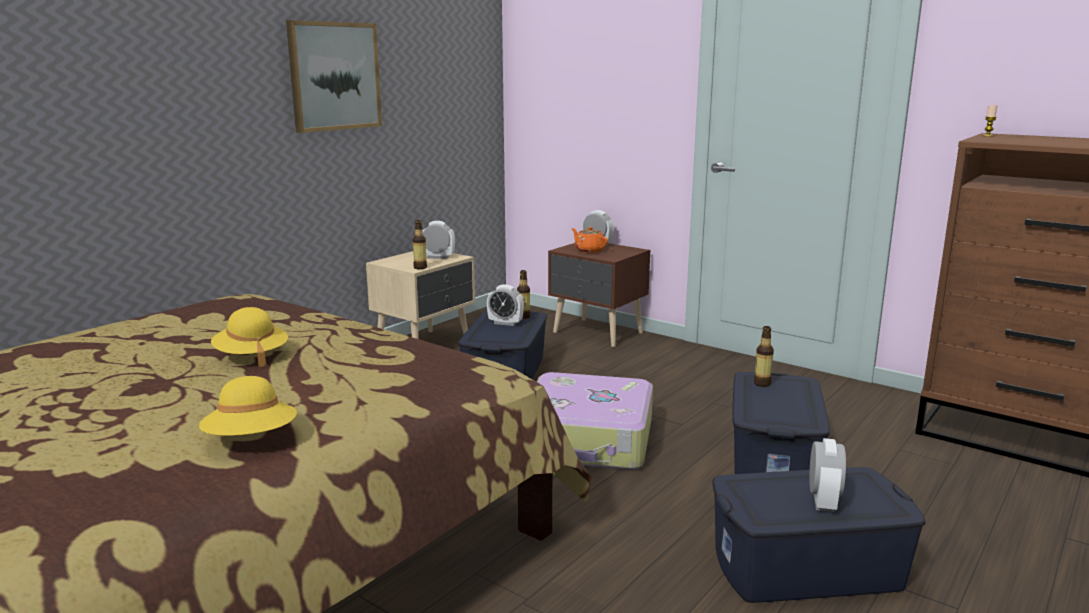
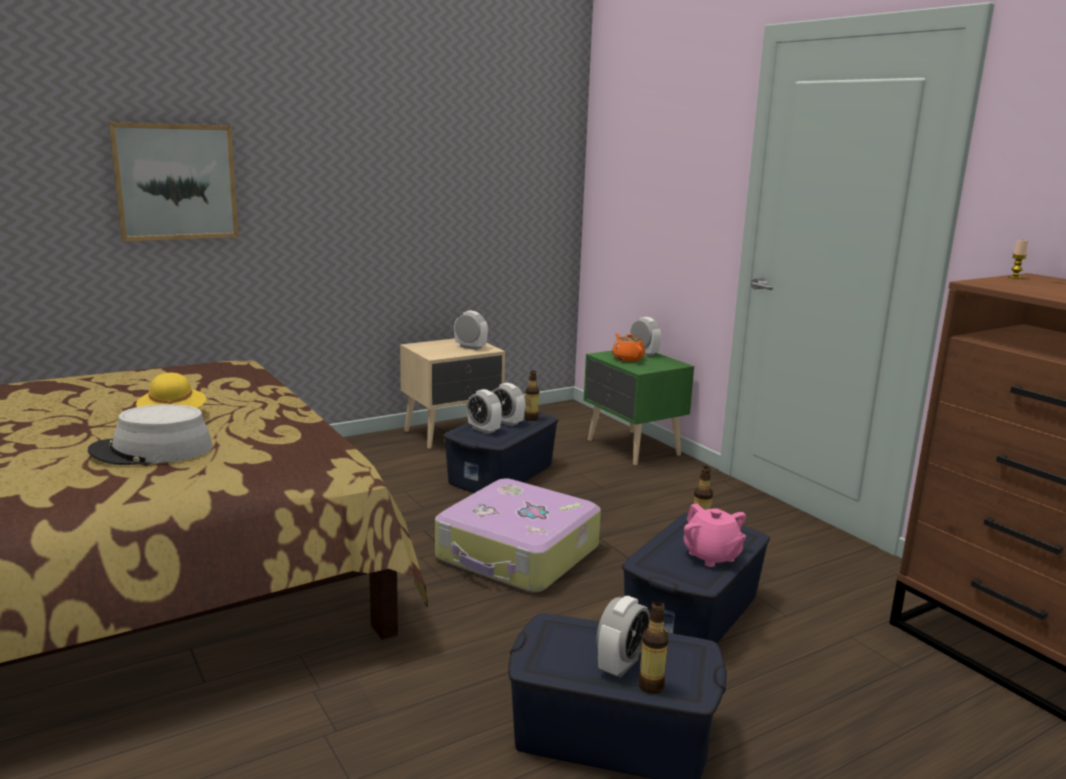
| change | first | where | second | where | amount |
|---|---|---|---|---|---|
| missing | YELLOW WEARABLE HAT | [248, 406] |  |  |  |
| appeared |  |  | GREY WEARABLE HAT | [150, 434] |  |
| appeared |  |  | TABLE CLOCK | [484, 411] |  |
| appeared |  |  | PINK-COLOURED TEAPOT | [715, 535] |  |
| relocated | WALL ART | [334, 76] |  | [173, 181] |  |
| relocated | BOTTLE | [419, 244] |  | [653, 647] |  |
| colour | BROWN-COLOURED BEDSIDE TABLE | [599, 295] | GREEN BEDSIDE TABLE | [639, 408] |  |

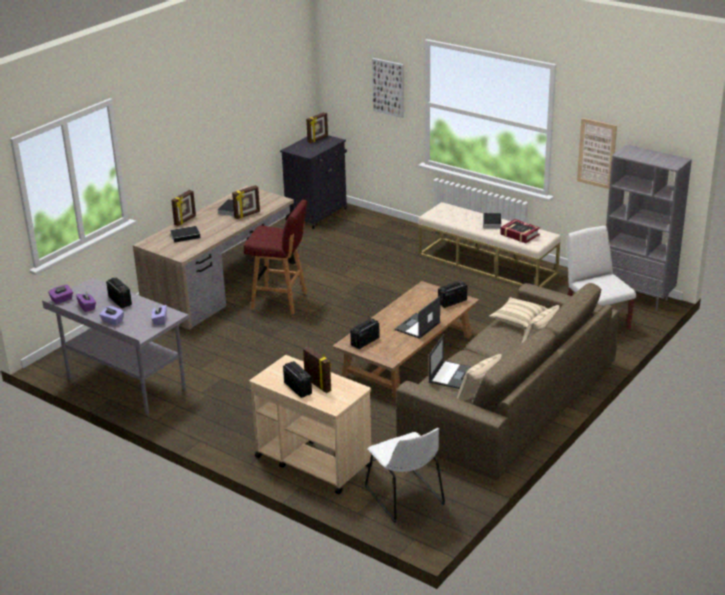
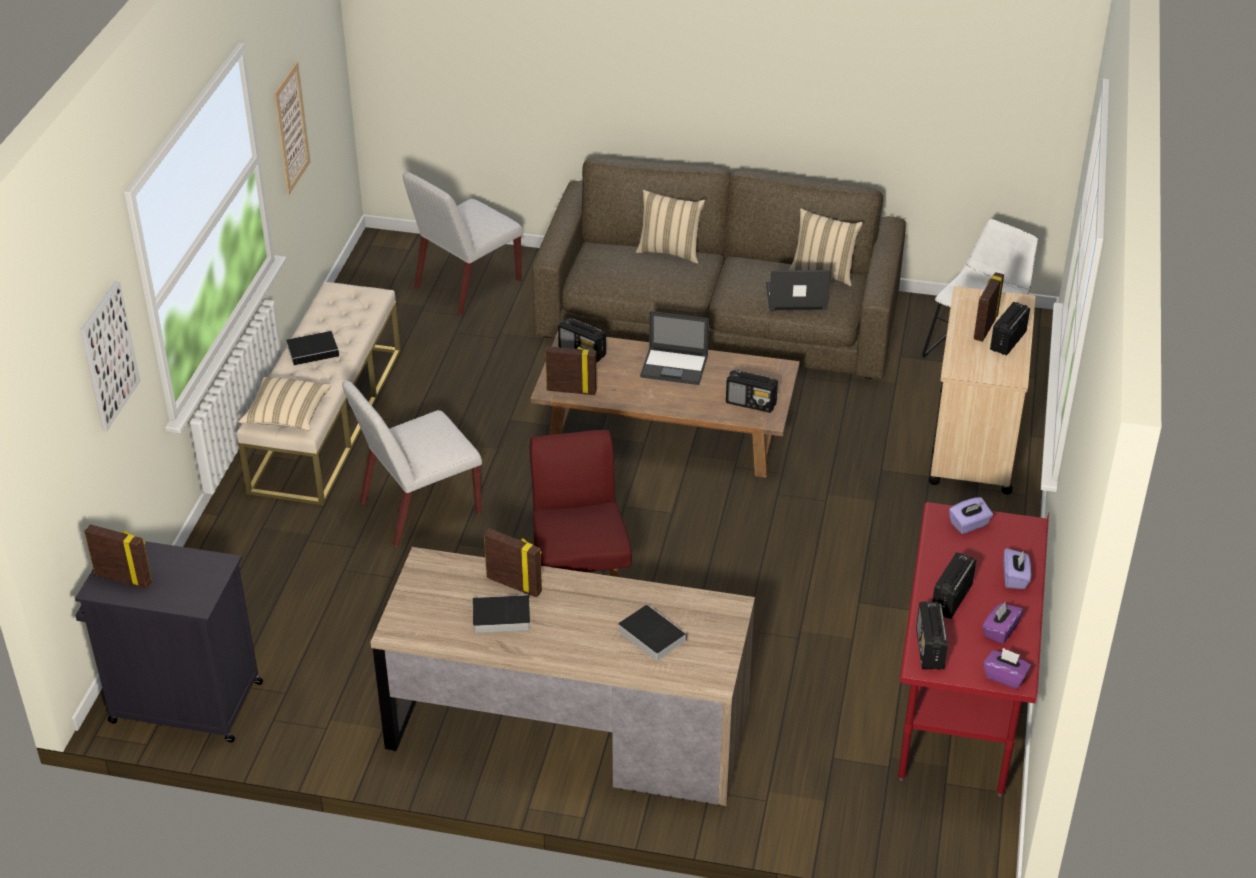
| change | first | where | second | where | amount |
|---|---|---|---|---|---|
| missing | BOUND BOOK | [520, 231] |  |  |  |
| missing | GREY BOOKSHELF | [649, 227] |  |  |  |
| appeared |  |  | WHITE PLAIN CHAIR | [412, 463] |  |
| appeared |  |  | RADIO | [932, 635] |  |
| relocated | PICTURE FRAME | [183, 208] |  | [571, 370] |  |
| relocated | BEIGE-COLOURED THROW PILLOW | [518, 313] |  | [285, 404] |  |
| colour | GREY DESK UNIT | [116, 347] | REDDISH DESK UNIT | [973, 649] |  |

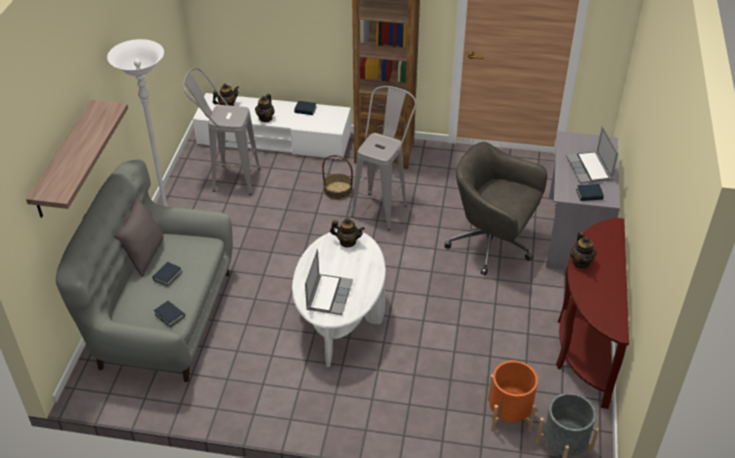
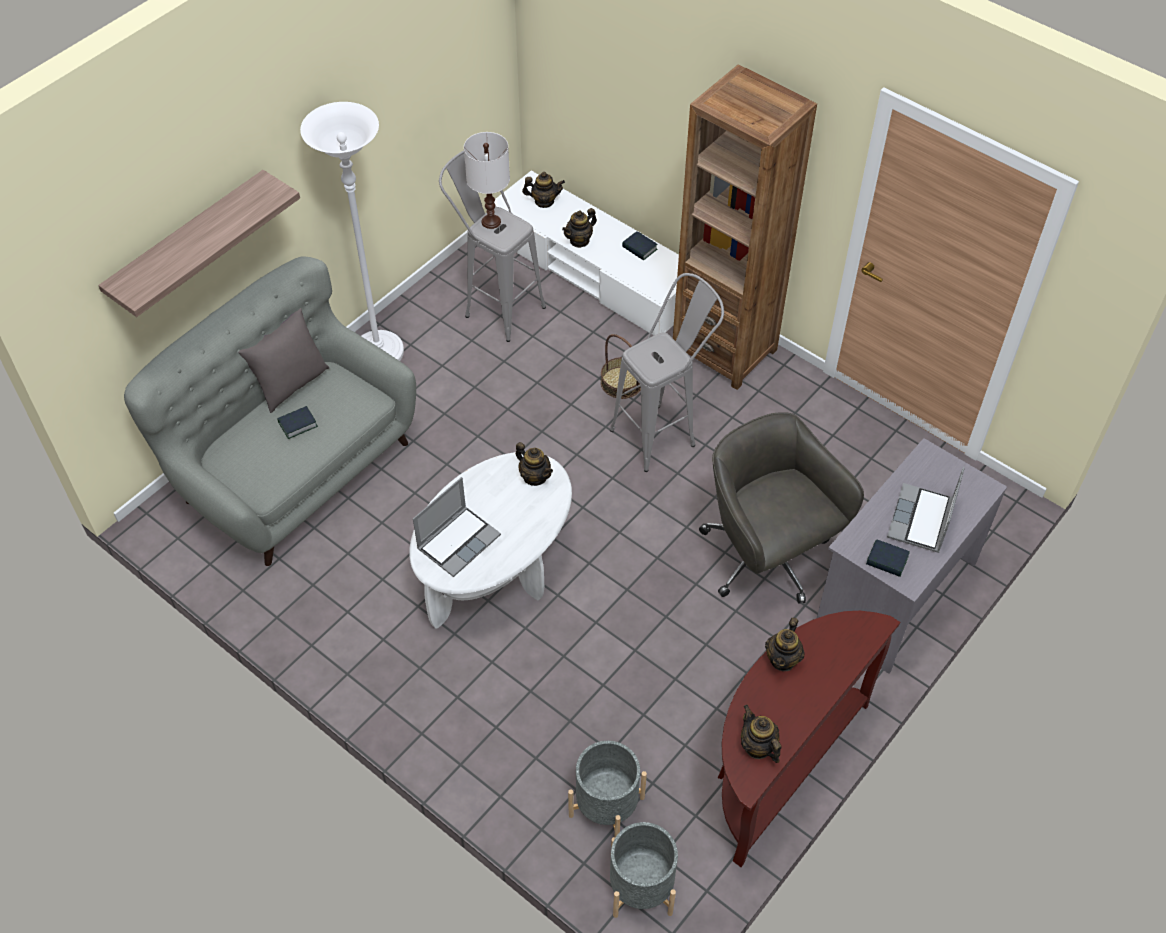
| change | first | where | second | where | amount |
|---|---|---|---|---|---|
| missing | BOUND BOOK | [169, 314] |  |  |  |
| appeared |  |  | WHITE LAMP FOR A TABLE | [487, 180] |  |
| appeared |  |  | TEAPOT | [761, 734] |  |
| colour | ORANGE FLOWER POT | [513, 396] | GREY FLOWER POT | [607, 789] |  |

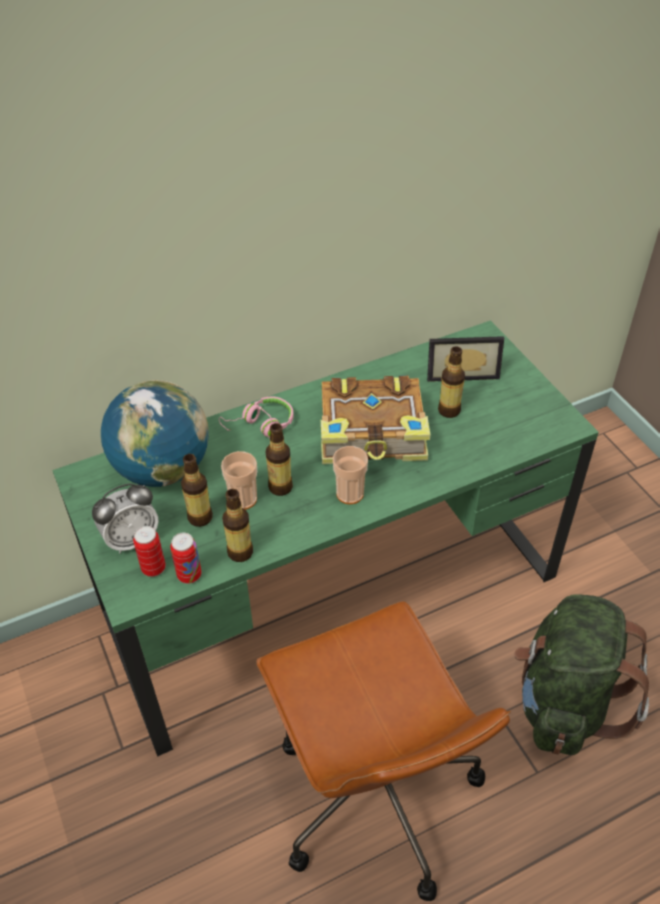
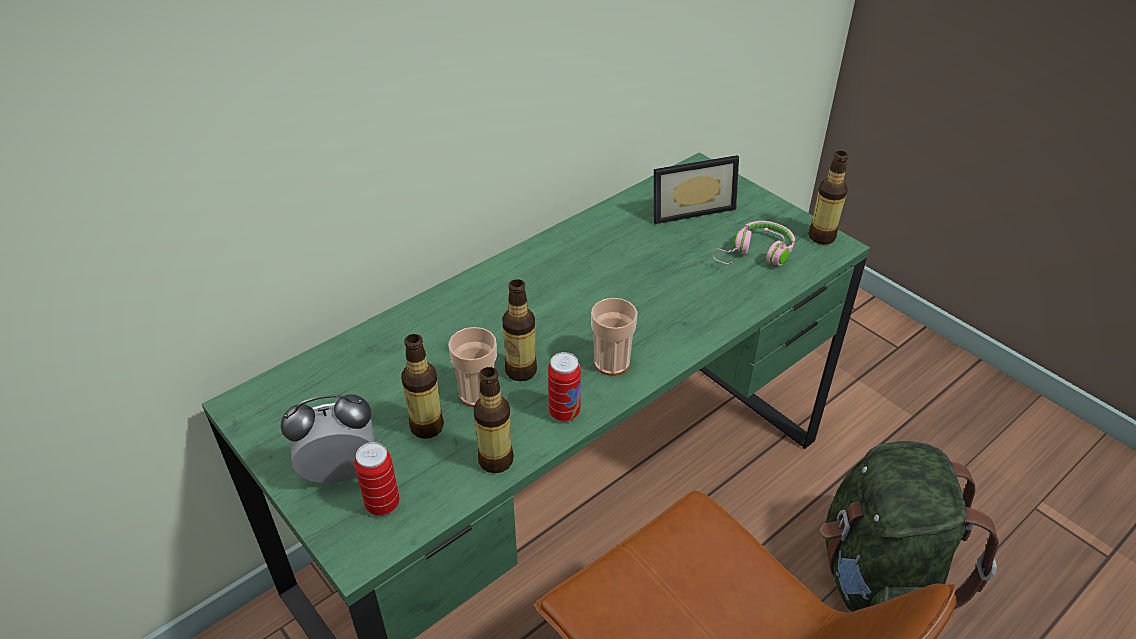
| change | first | where | second | where | amount |
|---|---|---|---|---|---|
| missing | GLOBE | [155, 433] |  |  |  |
| missing | BOUND BOOK | [375, 419] |  |  |  |
| relocated | SEALED CAN | [185, 558] |  | [564, 387] |  |
| relocated | PINK-COLOURED PAIR OF HEADPHONES | [256, 417] |  | [753, 243] |  |
| relocated | BOTTLE | [451, 382] |  | [828, 197] |  |
| spun | TABLE CLOCK | [125, 518] |  | [328, 438] | 150 degrees counterclockwise |

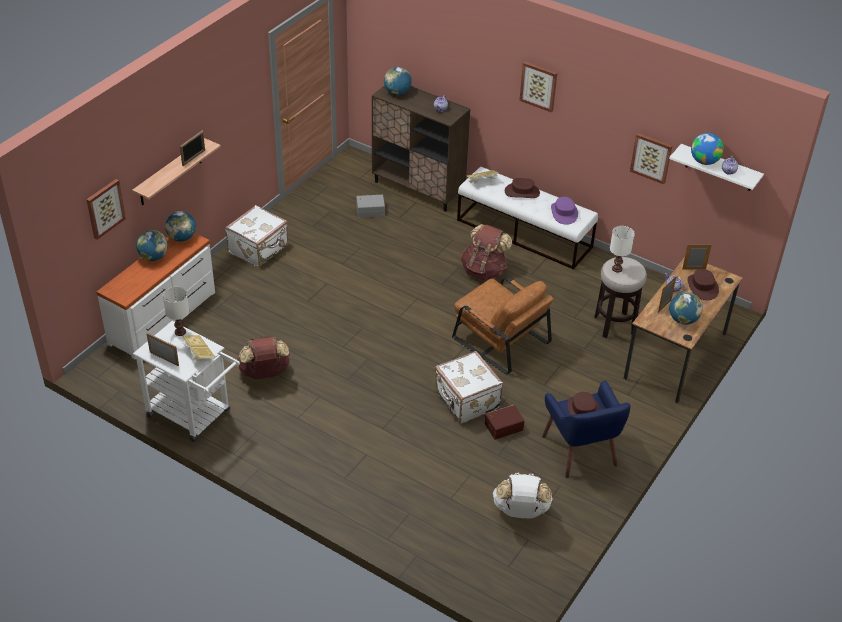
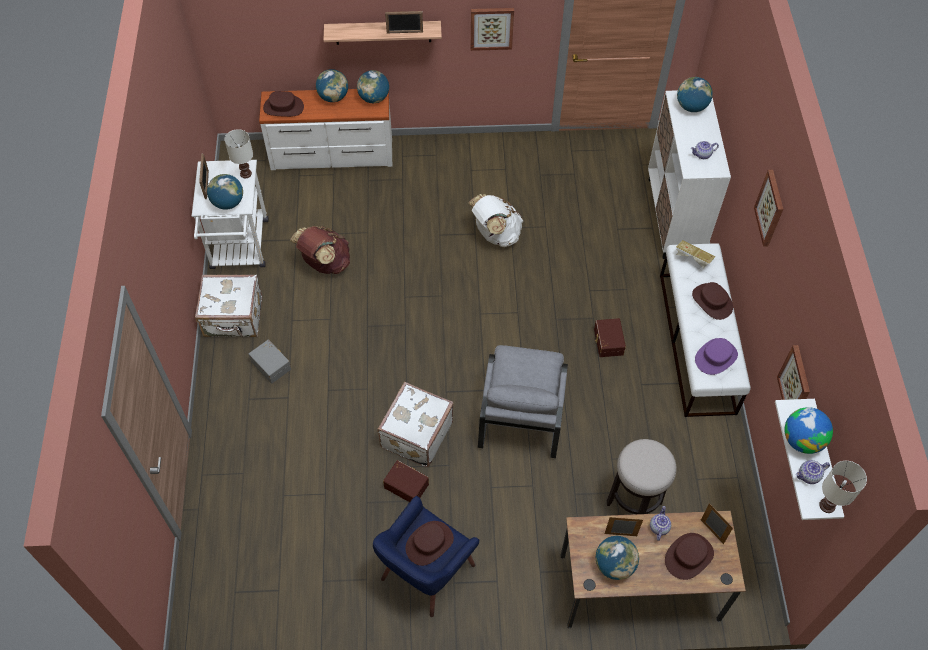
| change | first | where | second | where | amount |
|---|---|---|---|---|---|
| appeared |  |  | BROWN-COLOURED WEARABLE HAT | [283, 104] |  |
| relocated | WALL ART | [106, 209] |  | [492, 29] |  |
| relocated | WHITE TRAVEL CASE | [256, 236] |  | [228, 306] |  |
| relocated | GREY STORAGE BOX | [370, 206] |  | [270, 362] |  |
| relocated | WHITE RUCKSACK | [523, 495] |  | [495, 220] |  |
| relocated | WHITE LAMP FOR A TABLE | [622, 249] |  | [843, 487] |  |
| exchanged | BOUND BOOK | [198, 348] | GLOBE | [225, 192] |  |
| exchanged | BROWN-COLOURED RUCKSACK | [486, 252] | BROWN-COLOURED STORAGE BOX | [610, 337] |  |
| colour | BROWN-COLOURED STORAGE CABINET | [421, 148] | WHITE STORAGE CABINET | [689, 174] |  |
| colour | BROWN-COLOURED EASY CHAIR | [502, 325] | GREY EASY CHAIR | [523, 401] |  |

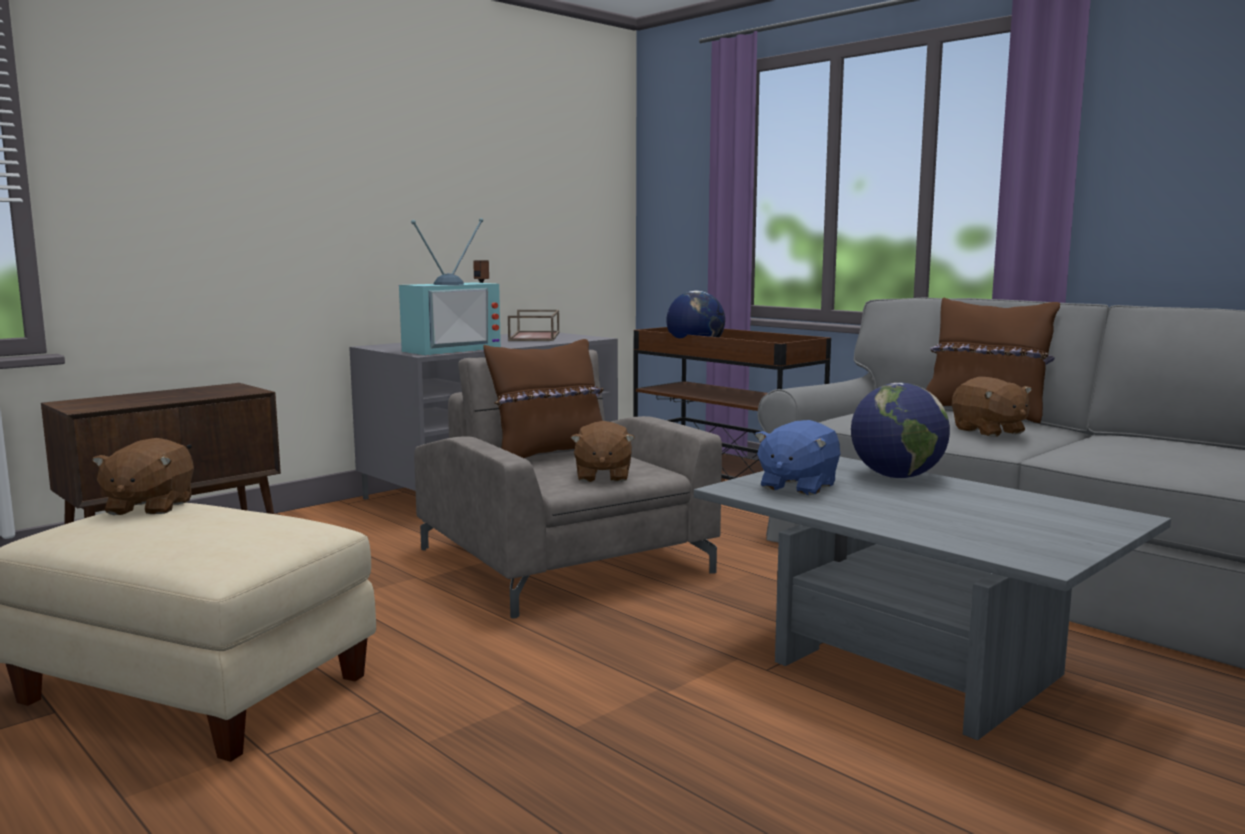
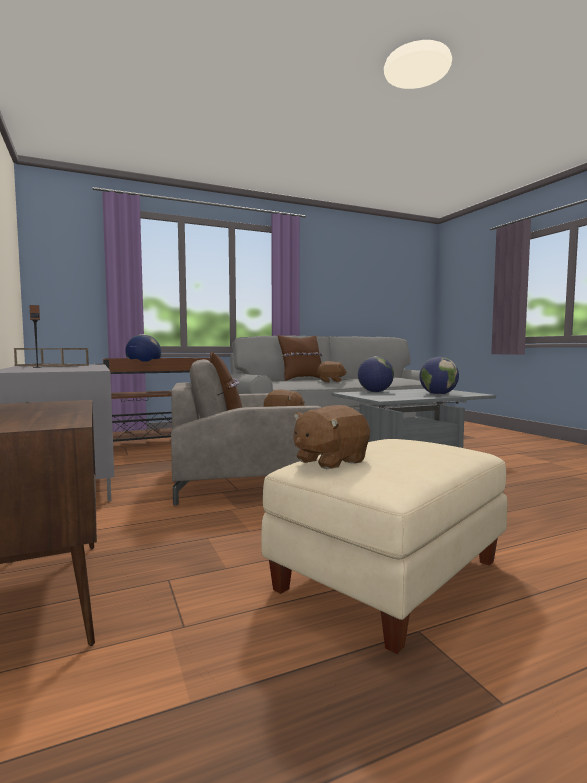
| change | first | where | second | where | amount |
|---|---|---|---|---|---|
| missing | TV | [450, 286] |  |  |  |
| missing | BLUE SOFT TOY | [797, 458] |  |  |  |
| appeared |  |  | GLOBE | [439, 376] |  |
| spun | BROWN-COLOURED SOFT TOY | [143, 476] |  | [331, 437] | 120 degrees clockwise |

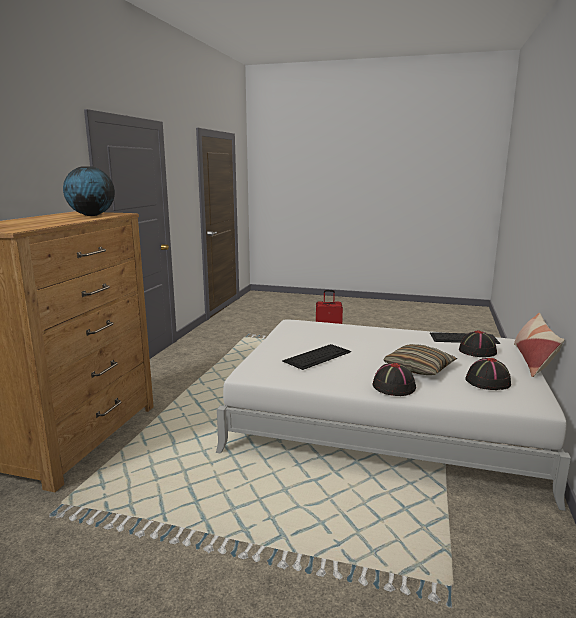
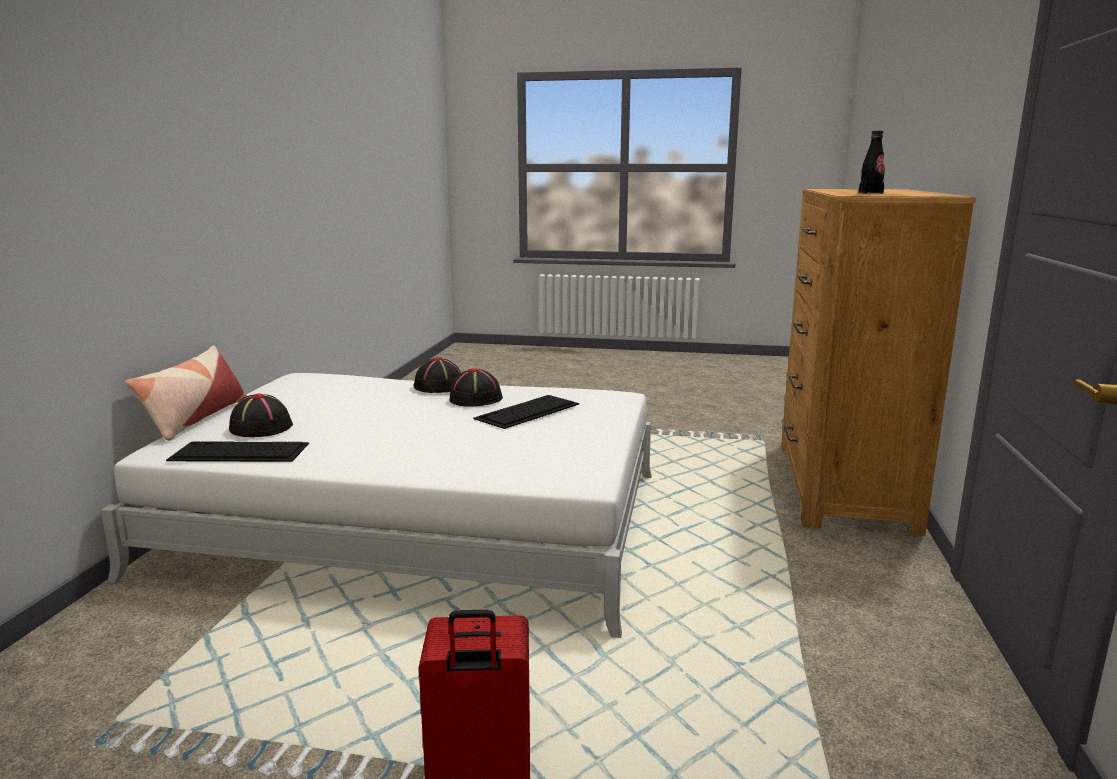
| change | first | where | second | where | amount |
|---|---|---|---|---|---|
| missing | THROW PILLOW | [420, 359] |  |  |  |
| relocated | BLACK-COLOURED WEARABLE HAT | [488, 374] |  | [476, 387] |  |
| exchanged | GLOBE | [89, 191] | BLACK-COLOURED BOTTLE | [872, 162] |  |

